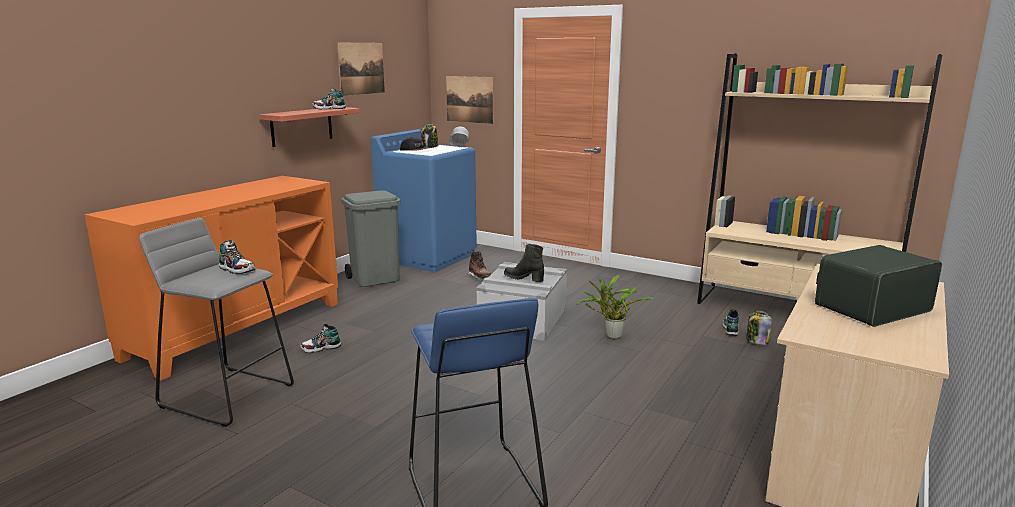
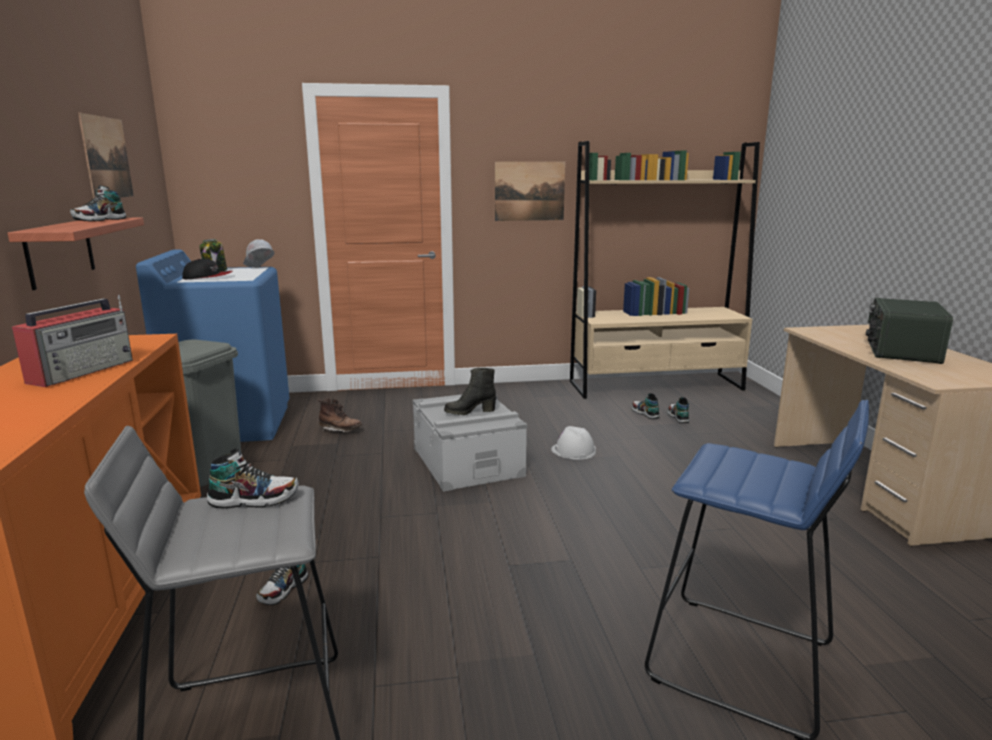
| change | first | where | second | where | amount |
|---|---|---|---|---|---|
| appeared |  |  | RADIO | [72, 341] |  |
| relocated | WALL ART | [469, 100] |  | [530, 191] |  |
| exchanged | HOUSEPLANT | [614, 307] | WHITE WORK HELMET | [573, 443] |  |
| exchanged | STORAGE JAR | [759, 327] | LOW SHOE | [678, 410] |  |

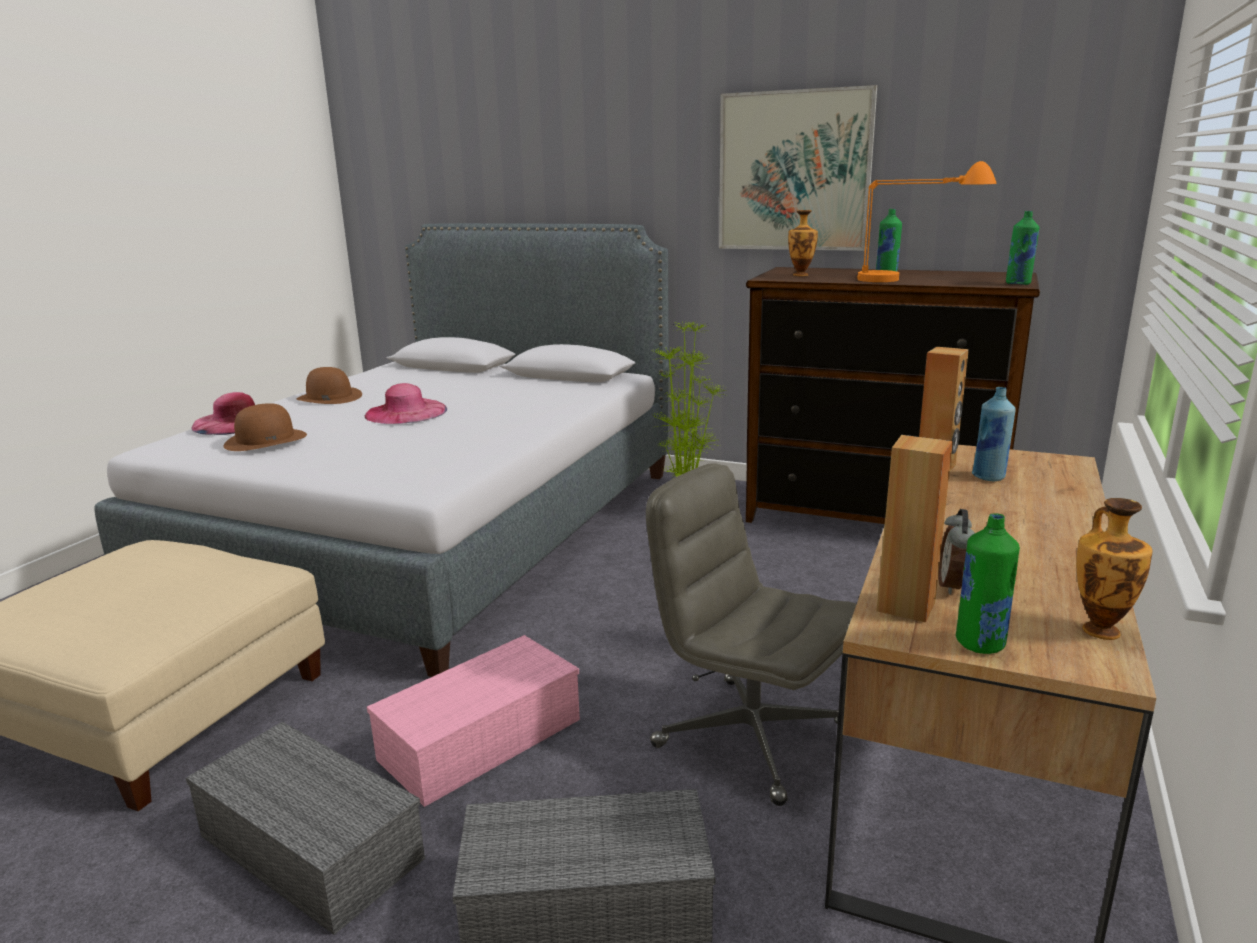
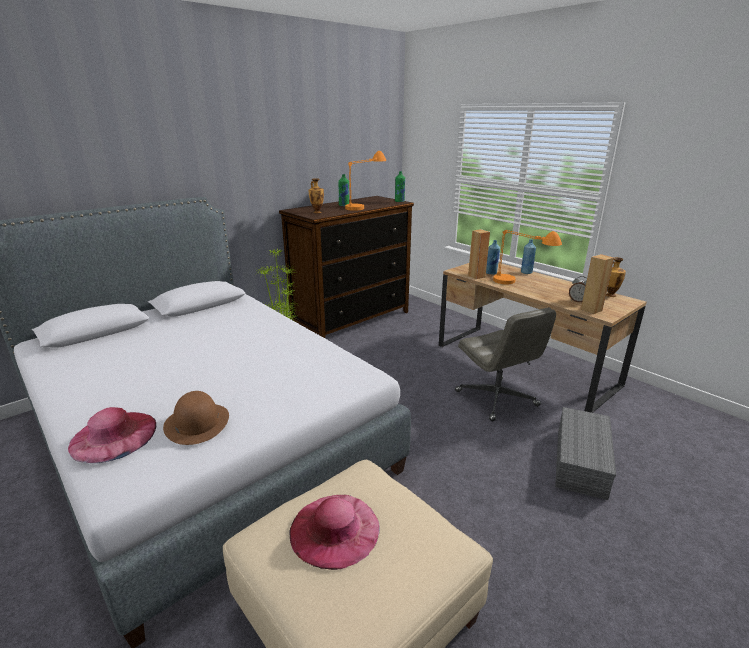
| change | first | where | second | where | amount |
|---|---|---|---|---|---|
| missing | GREY STORAGE BOX | [305, 828] |  |  |  |
| missing | BROWN-COLOURED WEARABLE HAT | [329, 385] |  |  |  |
| missing | PINK-COLOURED STORAGE BOX | [473, 721] |  |  |  |
| missing | WALL ART | [798, 168] |  |  |  |
| missing | GREEN BOTTLE | [988, 583] |  |  |  |
| appeared |  |  | ORANGE LAMP FOR A TABLE | [527, 257] |  |
| appeared |  |  | BLUE BOTTLE | [528, 256] |  |
| relocated | PINK-COLOURED WEARABLE HAT | [406, 403] |  | [334, 532] |  |
| spun | GREY DESK CHAIR | [751, 634] |  | [505, 364] | 90 degrees counterclockwise |

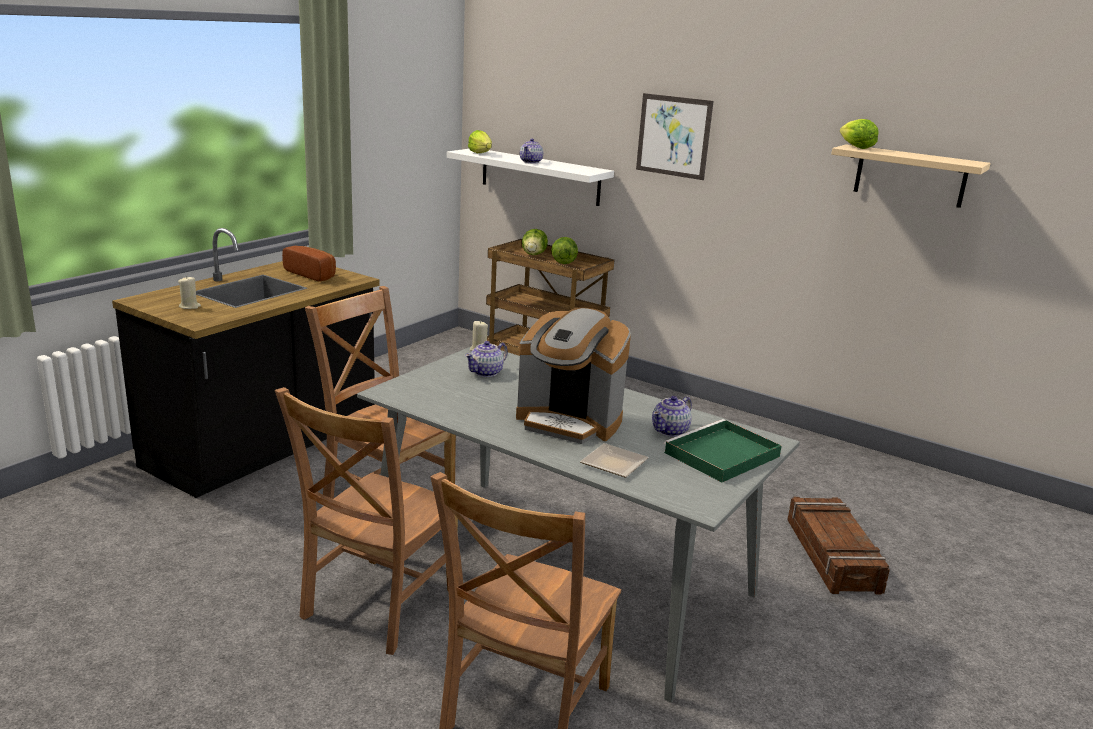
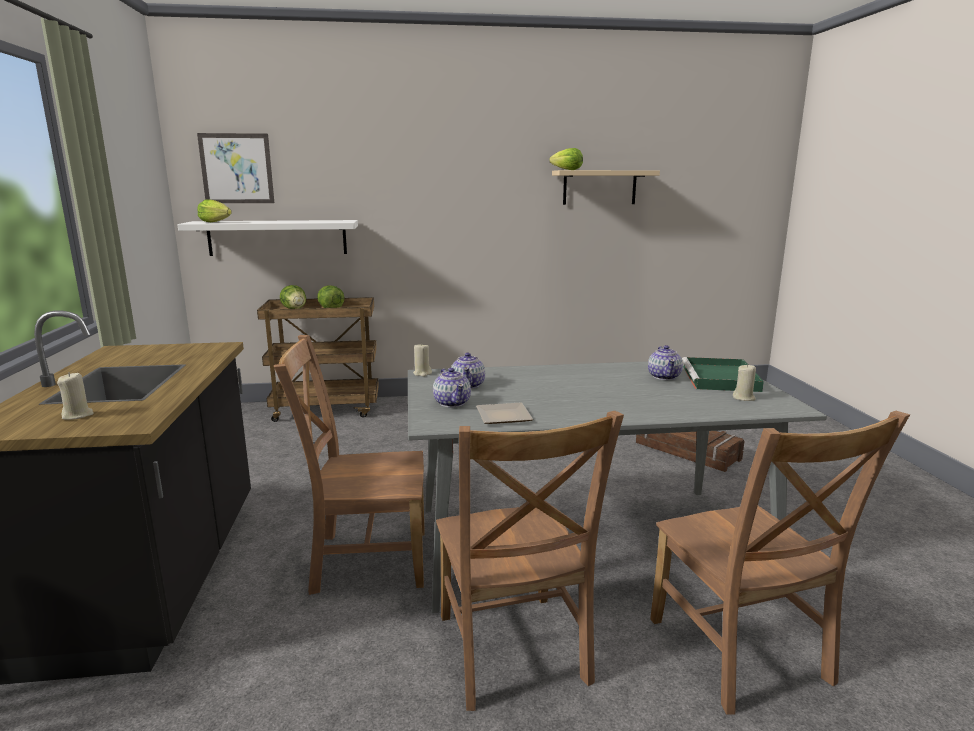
| change | first | where | second | where | amount |
|---|---|---|---|---|---|
| missing | BAKED BREAD | [309, 263] |  |  |  |
| missing | COFFEE MACHINE | [573, 376] |  |  |  |
| appeared |  |  | BEIGE-COLOURED WAX LIGHT | [744, 382] |  |
| relocated | TEAPOT | [531, 150] |  | [452, 387] |  |
| relocated | FLAT DISH | [614, 460] |  | [504, 413] |  |
| relocated | WALL ART | [675, 136] |  | [235, 168] |  |

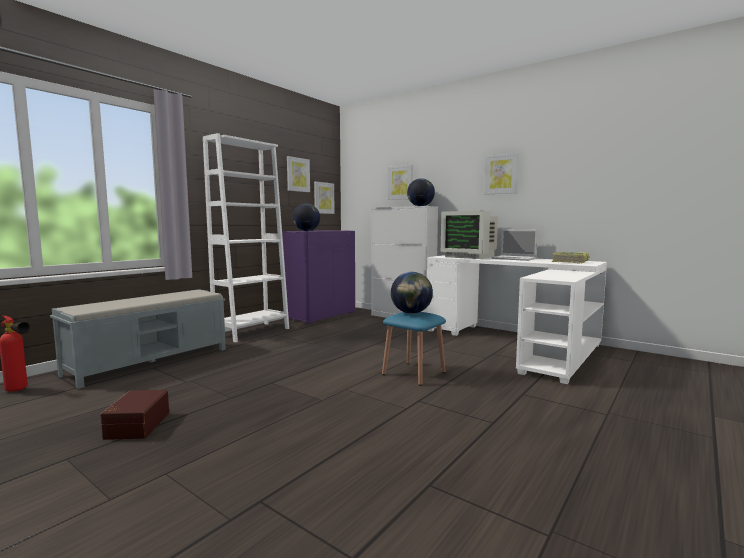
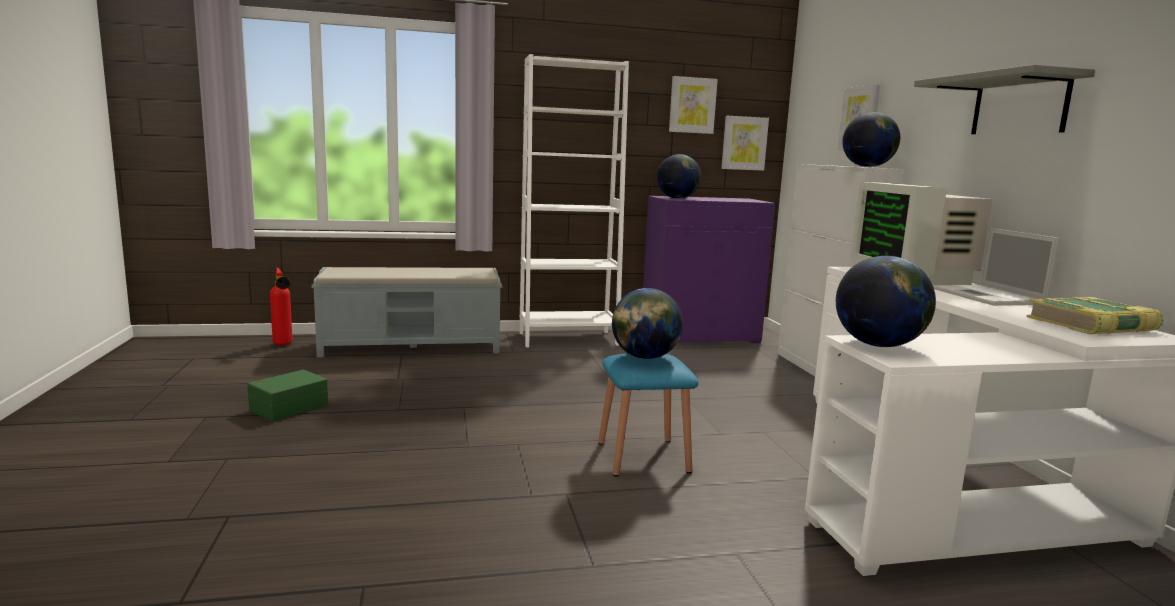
| change | first | where | second | where | amount |
|---|---|---|---|---|---|
| appeared |  |  | GLOBE | [886, 301] |  |
| exchanged | WALL ART | [501, 174] | GREY BRACKET SHELF | [1004, 99] |  |
| colour | BROWN-COLOURED STORAGE BOX | [134, 415] | GREEN STORAGE BOX | [287, 396] |  |

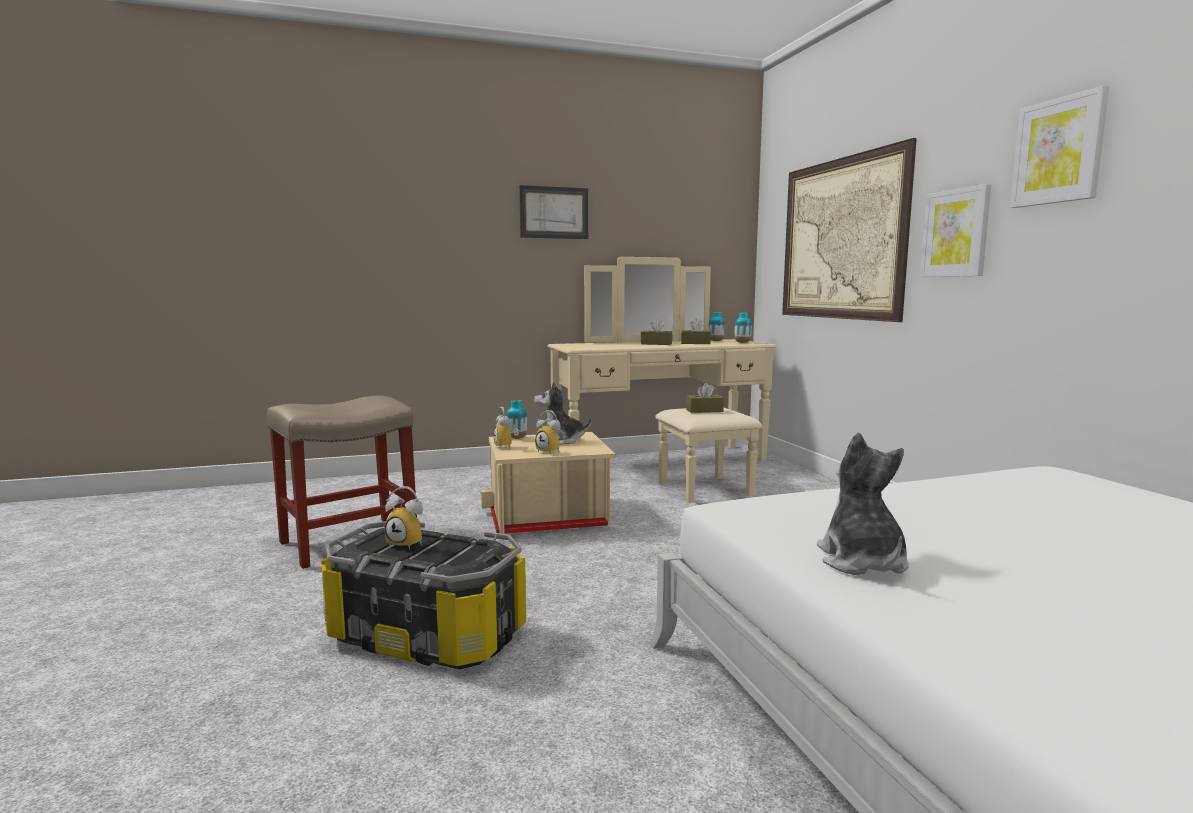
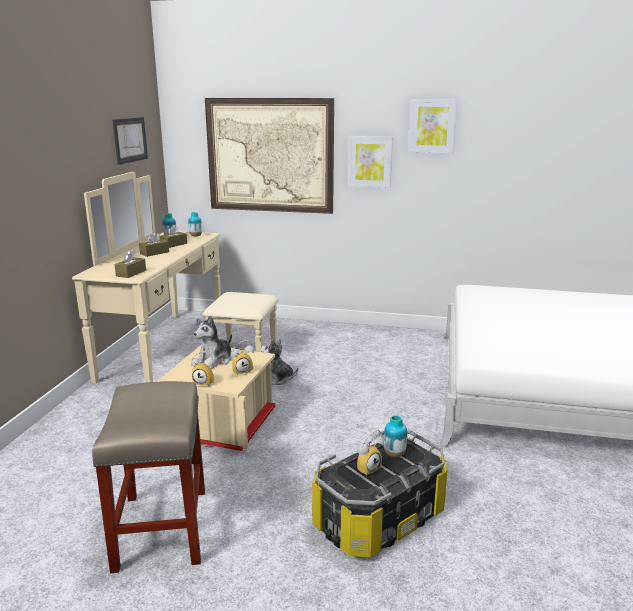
| change | first | where | second | where | amount |
|---|---|---|---|---|---|
| relocated | FLOWER VASE | [517, 419] |  | [395, 436] |  |
| relocated | WALL ART | [553, 212] |  | [130, 141] |  |
| relocated | BROWN-COLOURED BOX OF TISSUES | [705, 398] |  | [130, 264] |  |
| relocated | SOFT TOY | [863, 503] |  | [279, 362] |  |

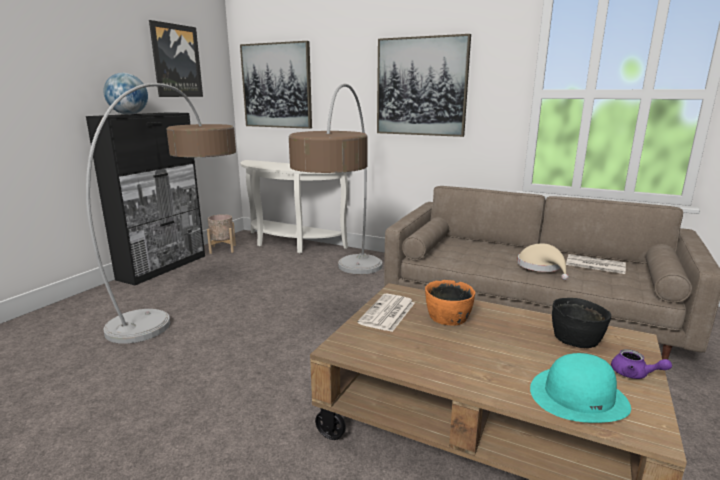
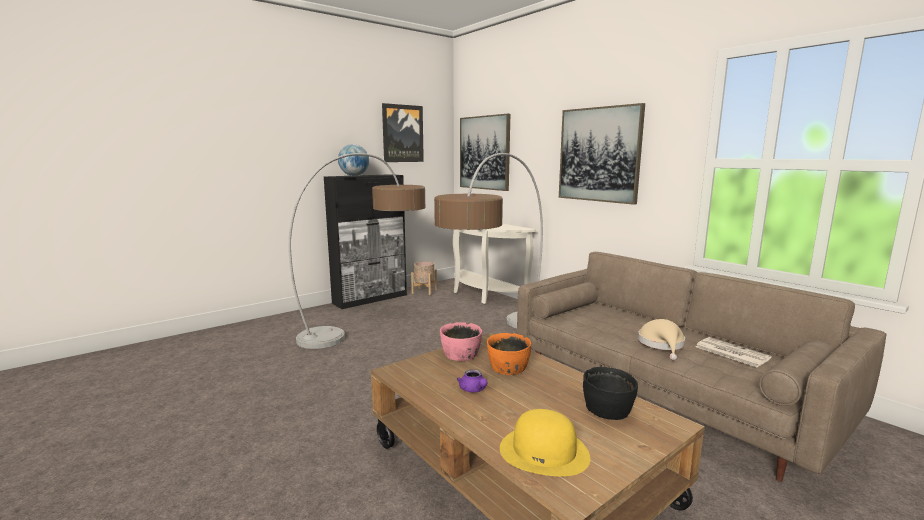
| change | first | where | second | where | amount |
|---|---|---|---|---|---|
| relocated | PURPLE-COLOURED TEAPOT | [641, 364] |  | [472, 380] |  |
| exchanged | DAILY PAPER | [386, 312] | PINK-COLOURED BOWL | [461, 341] |  |
| colour | TURQUOISE WEARABLE HAT | [580, 388] | YELLOW WEARABLE HAT | [545, 442] |  |

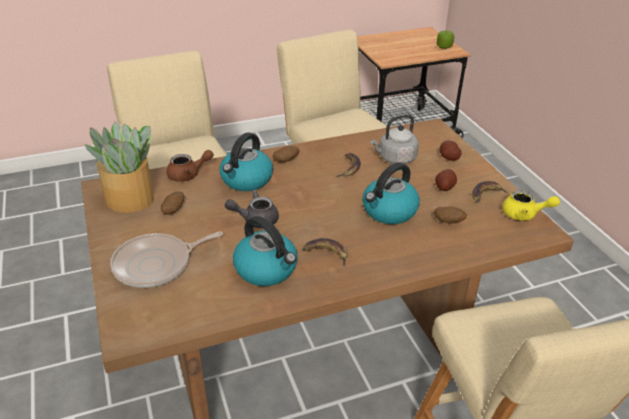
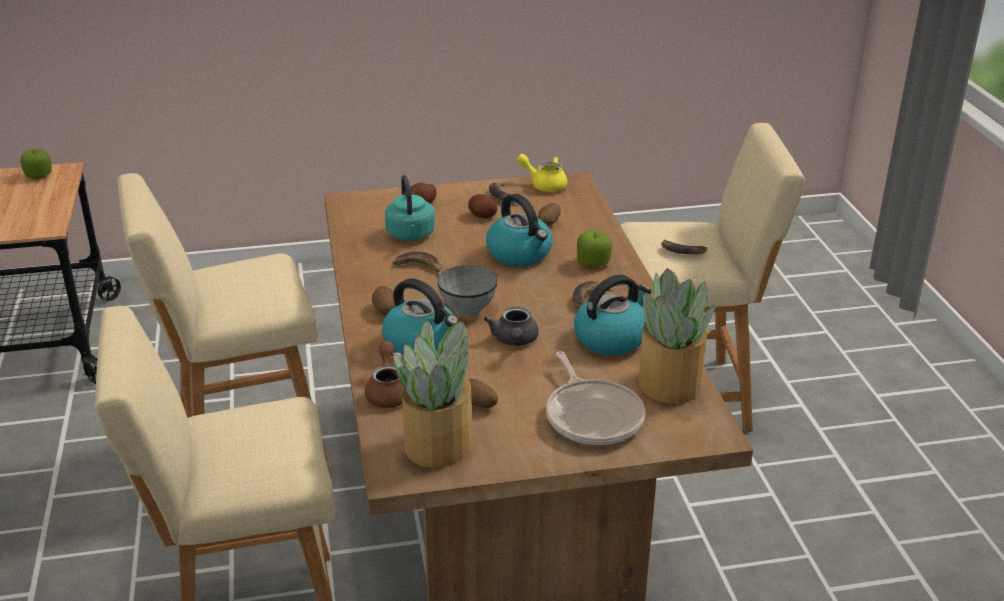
| change | first | where | second | where | amount |
|---|---|---|---|---|---|
| appeared |  |  | GREY BOWL | [467, 291] |  |
| appeared |  |  | APPLE FRUIT | [594, 248] |  |
| appeared |  |  | HOUSEPLANT | [677, 336] |  |
| appeared |  |  | BANANA FRUIT | [684, 246] |  |
| colour | GREY WATER KETTLE | [394, 139] | TURQUOISE WATER KETTLE | [410, 208] |  |
| spun | YELLOW TEAPOT | [531, 205] |  | [542, 173] | 90 degrees counterclockwise |

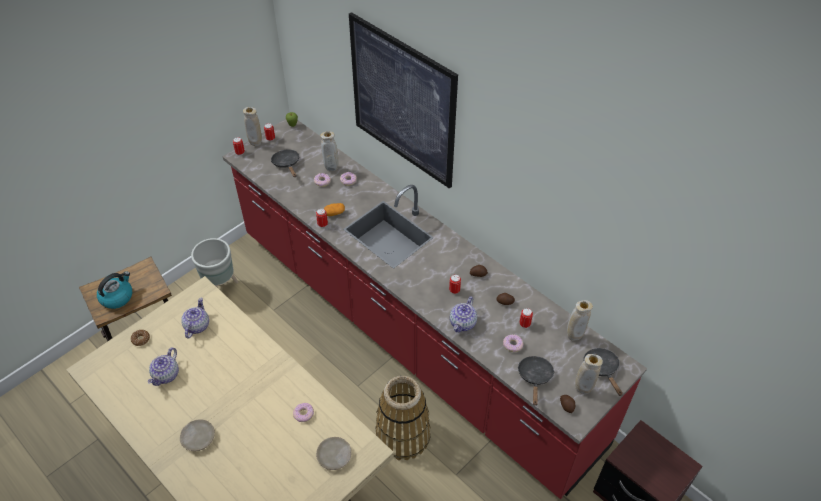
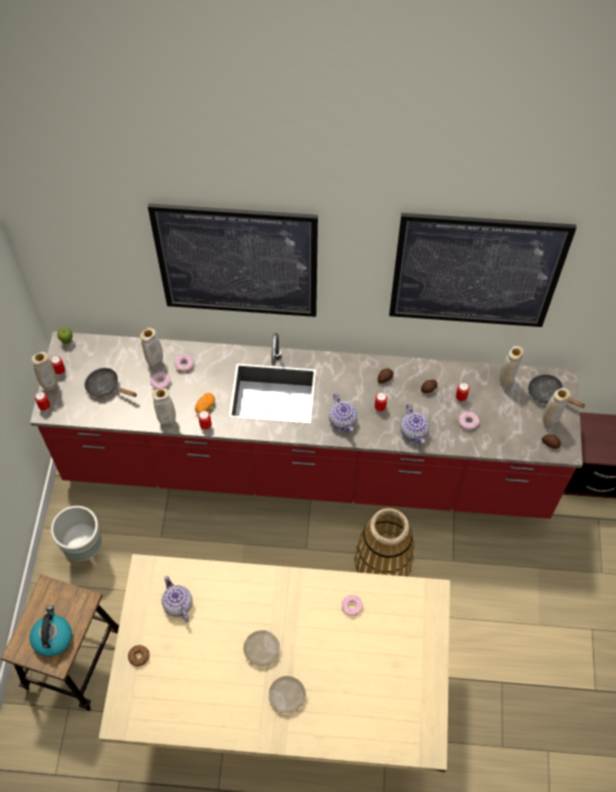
| change | first | where | second | where | amount |
|---|---|---|---|---|---|
| missing | BLACK-COLOURED FRYING PAN | [536, 381] |  |  |  |
| appeared |  |  | BEIGE-COLOURED FLOWER VASE | [164, 407] |  |
| appeared |  |  | WALL ART | [482, 270] |  |
| relocated | TEAPOT | [163, 367] |  | [343, 413] |  |
| relocated | BEIGE-COLOURED FLAT DISH | [333, 453] |  | [261, 648] |  |

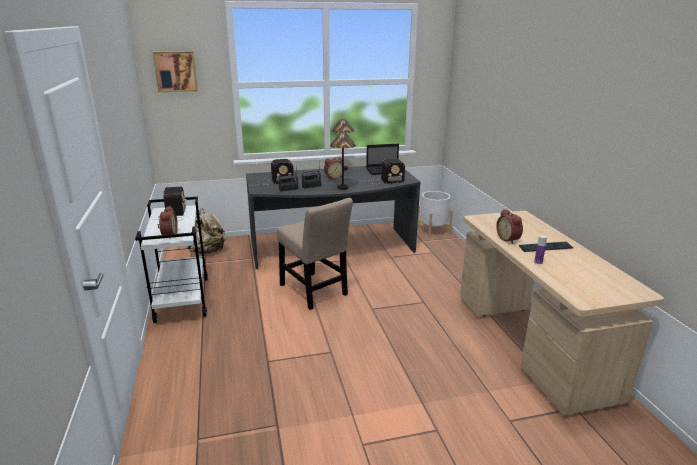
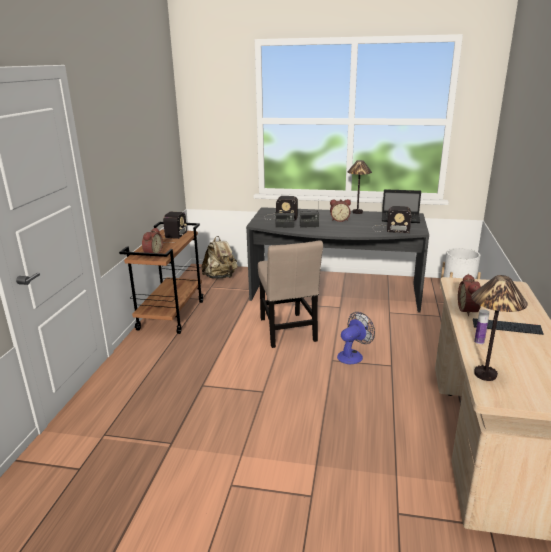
| change | first | where | second | where | amount |
|---|---|---|---|---|---|
| missing | WALL ART | [175, 71] |  |  |  |
| appeared |  |  | ELECTRIC FAN | [356, 338] |  |
| relocated | LAMP FOR A TABLE | [343, 161] |  | [499, 328] |  |
| colour | WHITE TROLLEY | [171, 260] | BROWN-COLOURED TROLLEY | [161, 278] |  |

